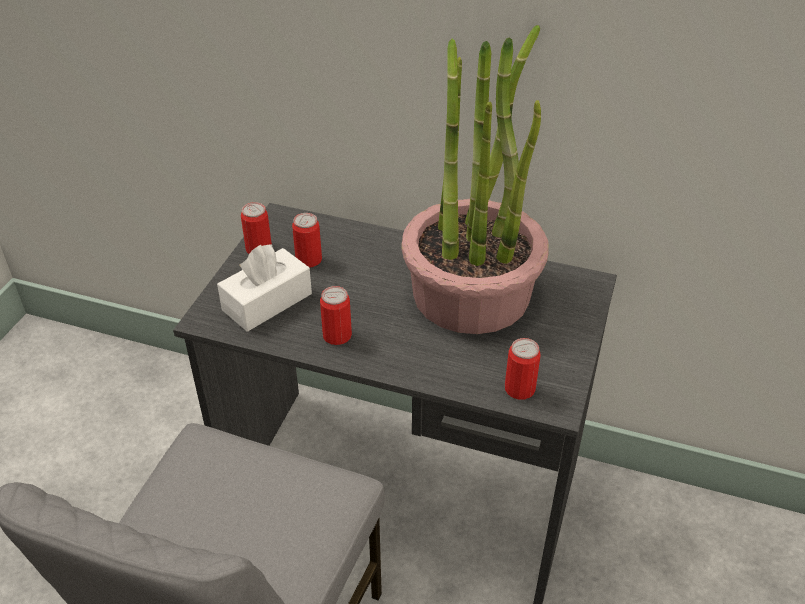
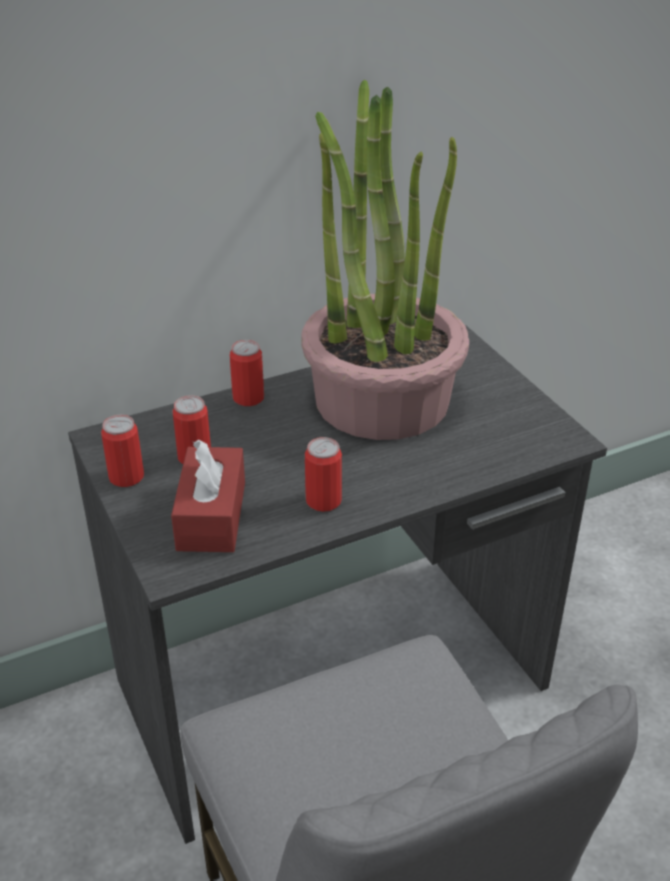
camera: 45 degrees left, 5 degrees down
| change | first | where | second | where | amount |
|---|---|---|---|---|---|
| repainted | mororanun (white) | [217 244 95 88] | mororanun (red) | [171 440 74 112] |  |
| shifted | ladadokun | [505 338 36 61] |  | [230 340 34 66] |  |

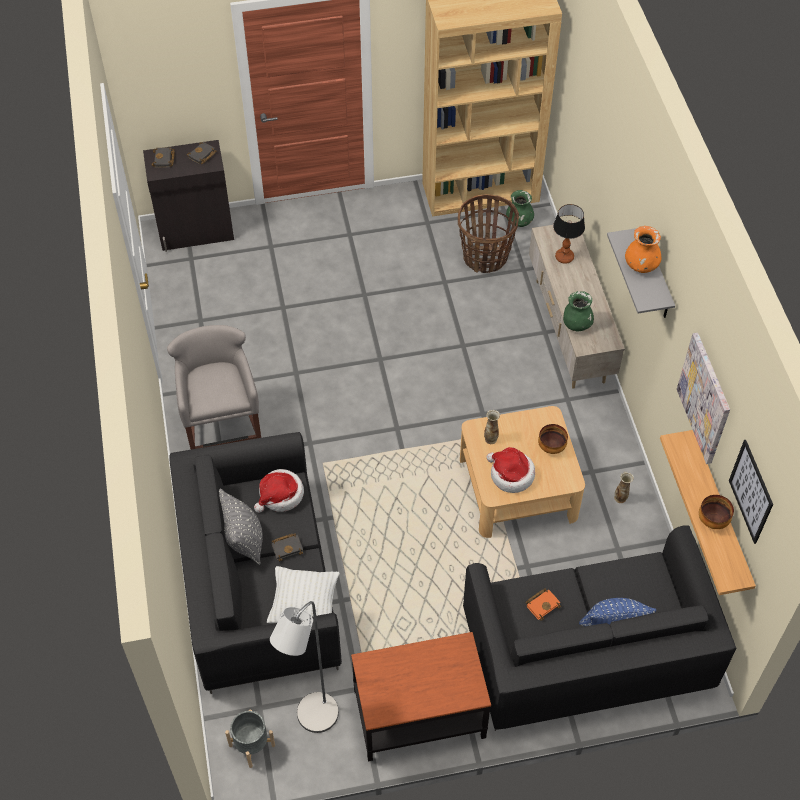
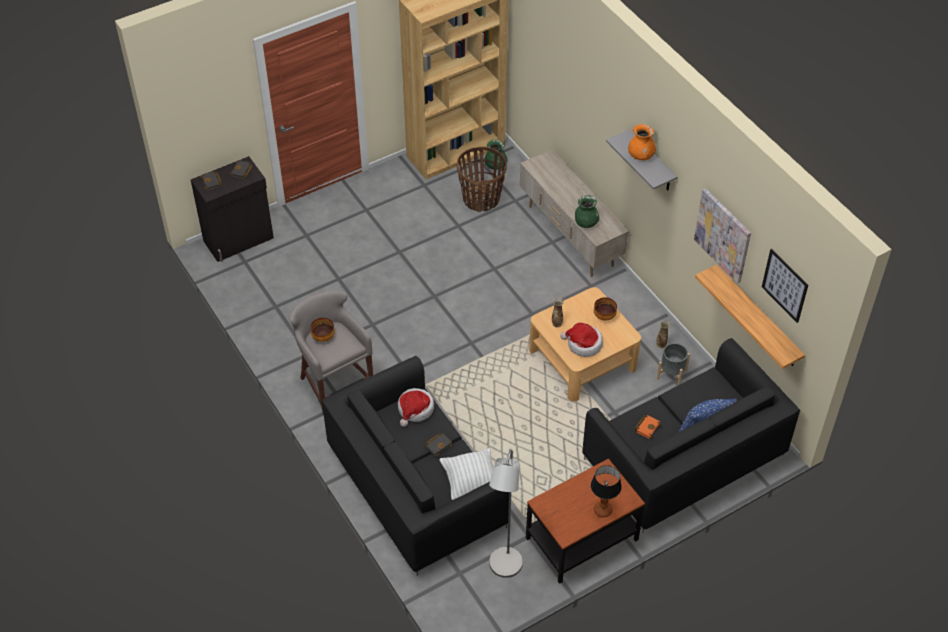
camera: 20 degrees left, 5 degrees down
| change | first | where | second | where | amount |
|---|---|---|---|---|---|
| shifted | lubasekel | [699 495 35 34] |  | [310 318 25 24] |  |
| shifted | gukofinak | [553 204 32 60] |  | [591 465 31 53] |  |
| shifted | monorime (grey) | [225 709 50 59] |  | [657 343 33 43] |  |
| gone | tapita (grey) | [219 489 44 76] |  |  |  |

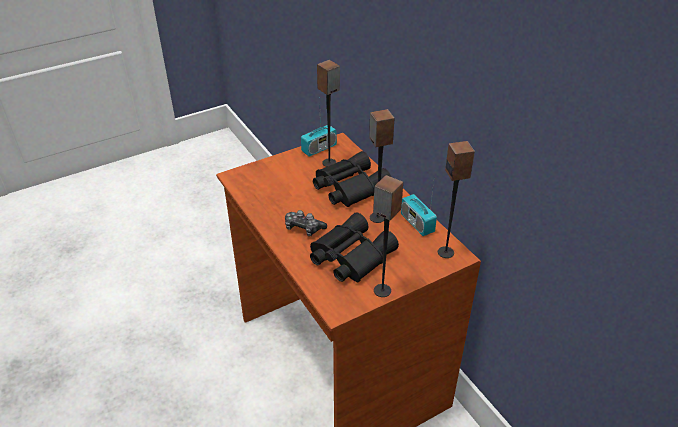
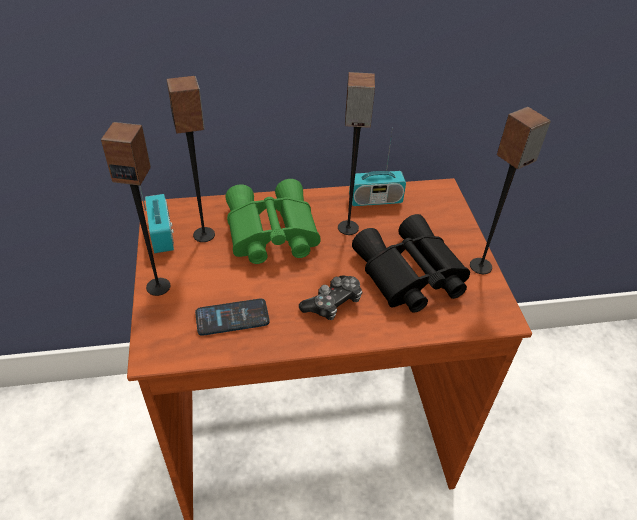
camera: 70 degrees left, 5 degrees up
| change | first | where | second | where | amount |
|---|---|---|---|---|---|
| shifted | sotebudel | [438 141 37 117] |  | [101 122 69 174] |  |
| new |  |  | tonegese | [195 299 75 37] |  |
| repainted | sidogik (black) | [313 151 78 56] | sidogik (green) | [226 179 95 85] |  |

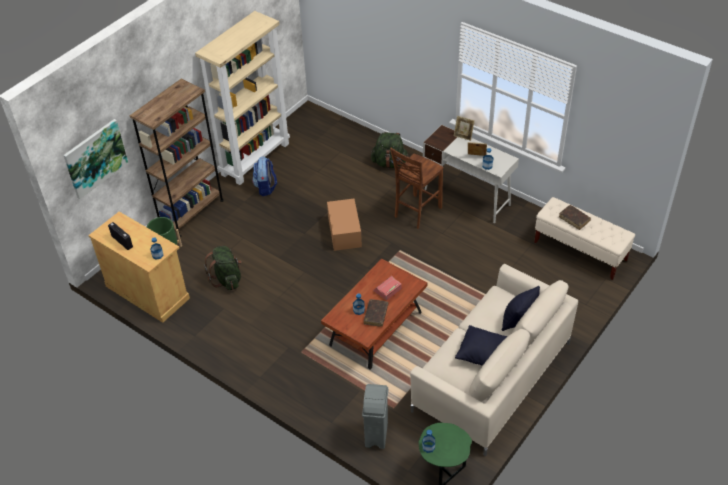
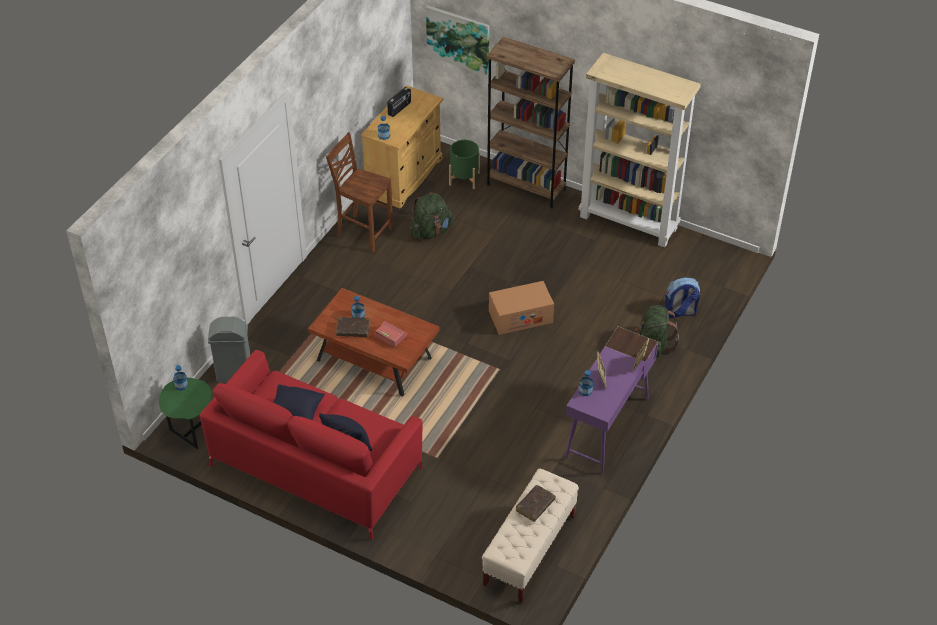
camera: 80 degrees right, 0 degrees up
| change | first | where | second | where | amount |
|---|---|---|---|---|---|
| repainted | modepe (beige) | [410 264 168 192] | modepe (red) | [200 350 223 189] |  |
| shifted | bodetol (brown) | [390 147 53 82] |  | [326 132 67 121] |  |
| repainted | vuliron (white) | [423 125 96 98] | vuliron (purple) | [565 326 93 148] |  |
| shifted | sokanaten | [252 156 25 40] |  | [664 278 36 40] |  |

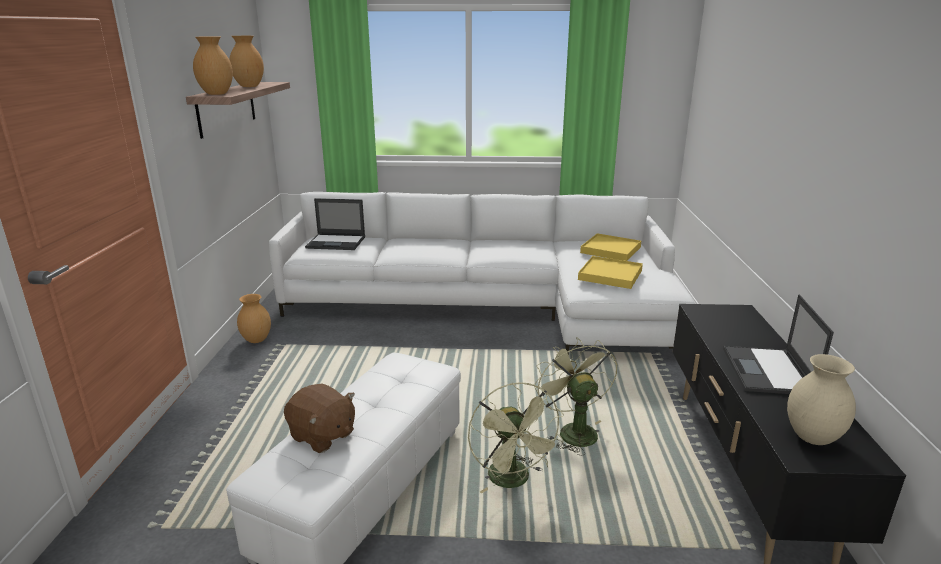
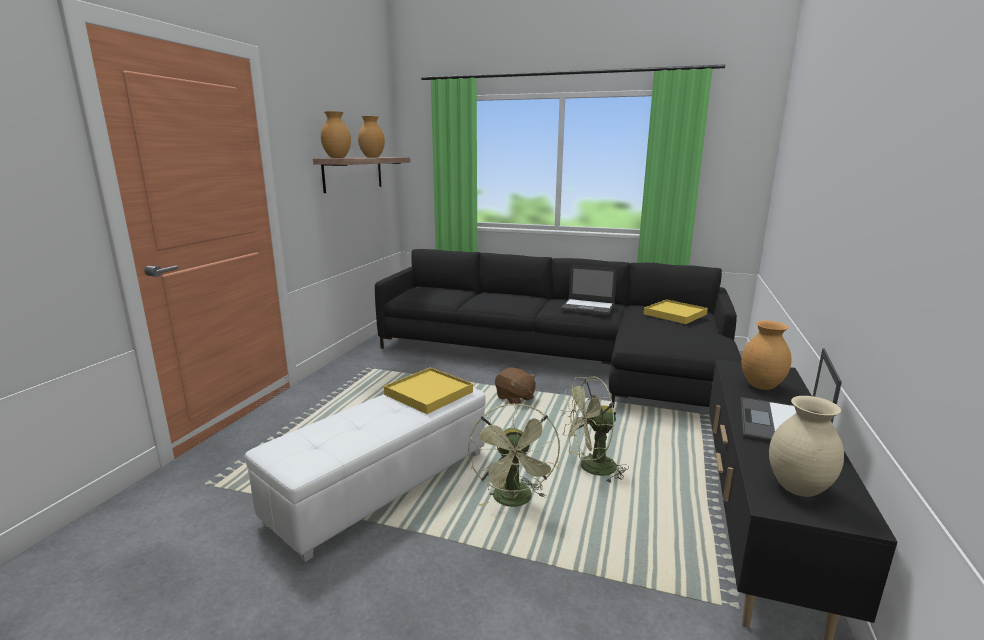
camera: 15 degrees right, 5 degrees down
| change | first | where | second | where | amount |
|---|---|---|---|---|---|
| repainted | modepe (white) | [269 192 427 163] | modepe (black) | [375 249 367 159] |  |
| shifted | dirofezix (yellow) | [578 256 65 33] |  | [384 367 89 47] |  |
| shifted | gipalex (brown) | [284 384 71 69] |  | [495 367 41 37] |  |
| rotated | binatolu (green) | [534 337 84 118] |  | [560 377 69 107] | 105 degrees counterclockwise |
| shifted | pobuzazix | [305 198 60 52] |  | [561 265 56 50] |  |
| shifted | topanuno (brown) | [237 294 34 49] |  | [741 321 50 69] |  |

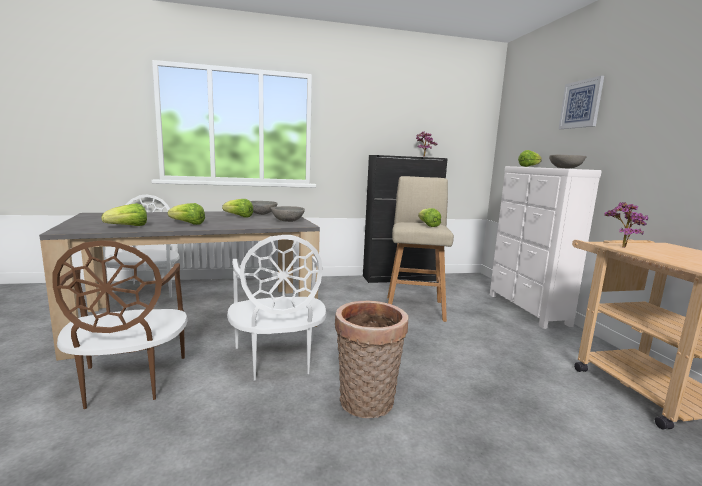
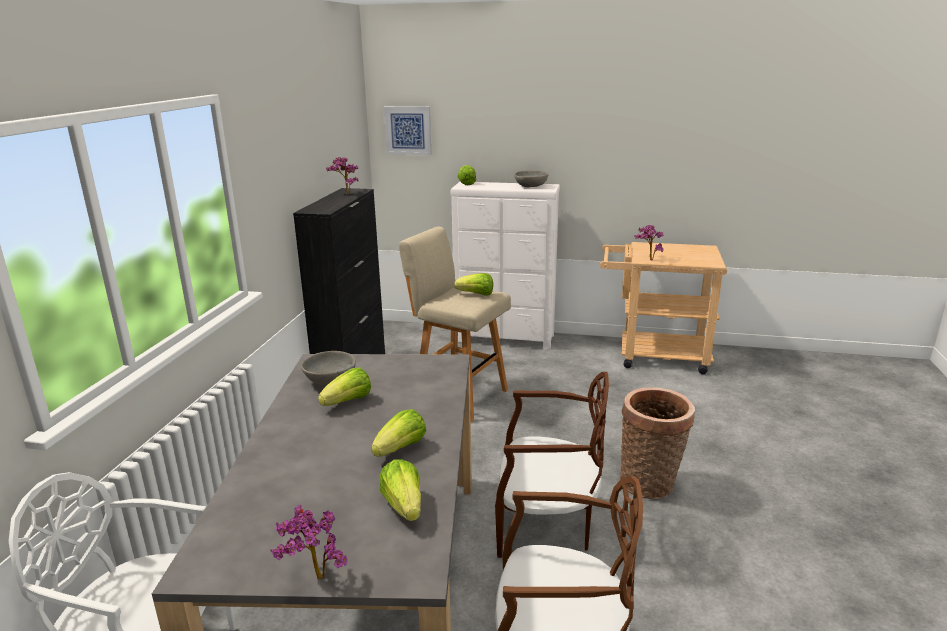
camera: 65 degrees left, 10 degrees up
| change | first | where | second | where | amount |
|---|---|---|---|---|---|
| new |  |  | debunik | [271 505 76 75] |  |
| shifted | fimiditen | [559 76 45 53] |  | [384 106 48 49] |  |
| repainted | bodetol (white) | [227 235 100 146] | bodetol (brown) | [495 372 114 186] |  |
| gone | lubasekel (grey) | [271 206 34 16] |  |  |  |

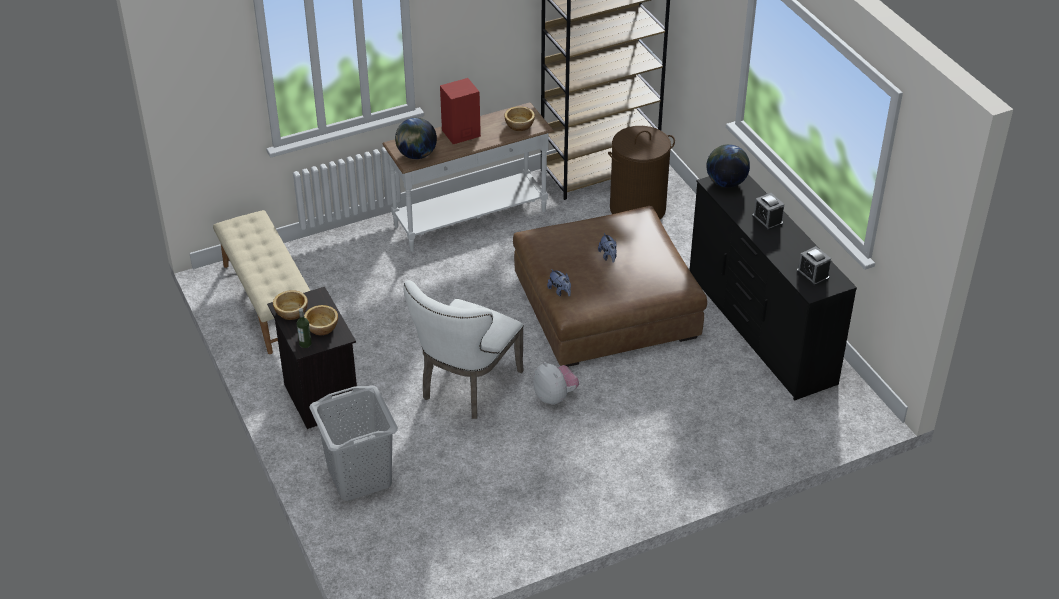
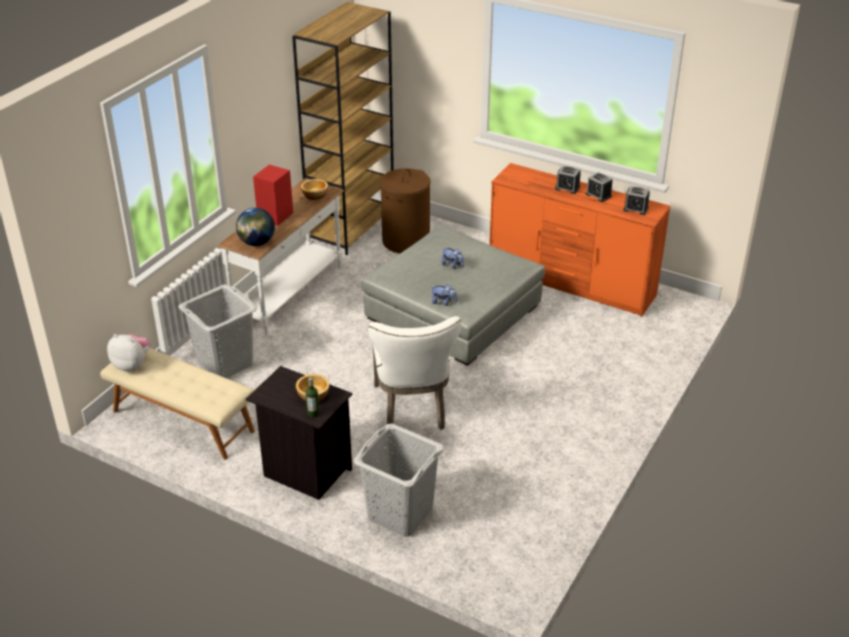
camera: 35 degrees left, 5 degrees down
| change | first | where | second | where | amount |
|---|---|---|---|---|---|
| shifted | gipalex | [533 362 46 43] |  | [107 334 43 38] |  |
| new |  |  | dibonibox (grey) | [179 284 78 94] |  |
| repainted | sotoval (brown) | [513 206 194 161] | sotoval (grey) | [361 225 184 141] |  |
| repainted | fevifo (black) | [690 174 167 227] | fevifo (orange) | [489 163 182 154] |  |
| new |  |  | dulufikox | [586 172 27 30] |  |
| gone | lubasekel | [273 290 35 30] |  |  |  |
| gone | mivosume | [707 144 43 44] |  |  |  |

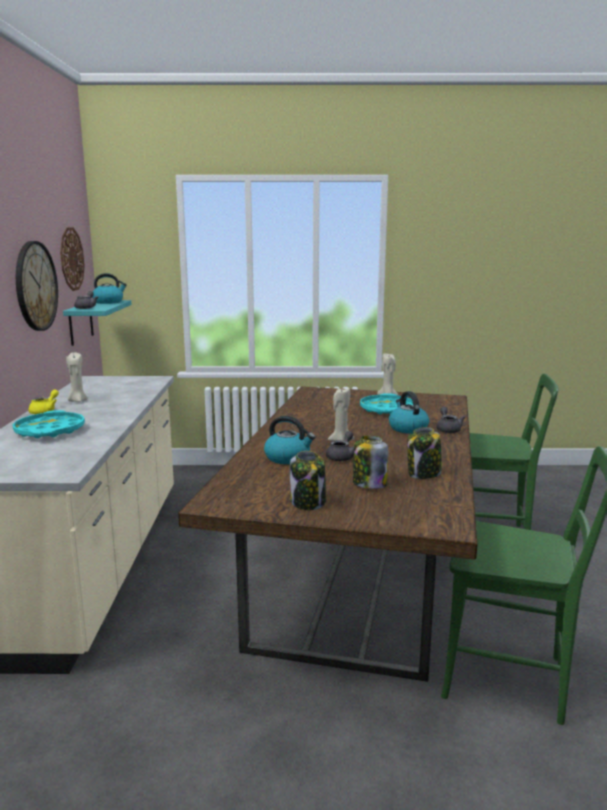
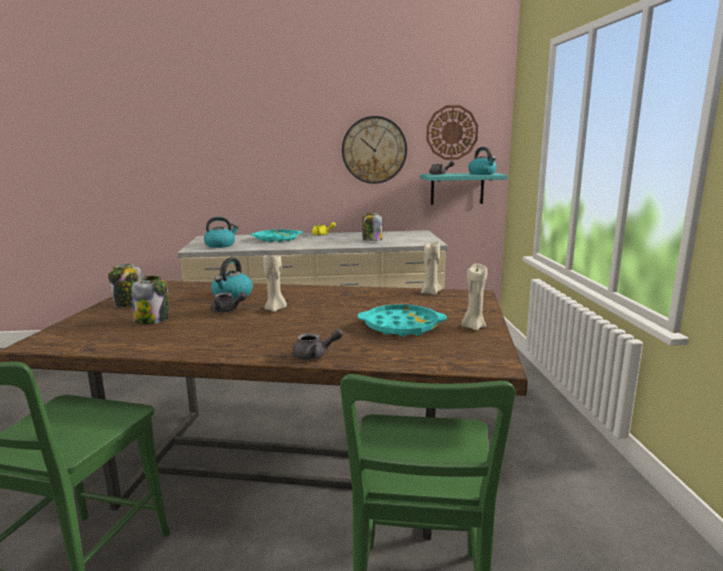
camera: 85 degrees right, 0 degrees up
| change | first | where | second | where | amount |
|---|---|---|---|---|---|
| shifted | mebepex | [389 391 40 43] |  | [204 217 35 31] |  |
| shifted | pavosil | [407 427 35 52] |  | [363 213 19 28] |  |
| shifted | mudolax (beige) | [66 352 21 50] |  | [421 241 21 54] |  |

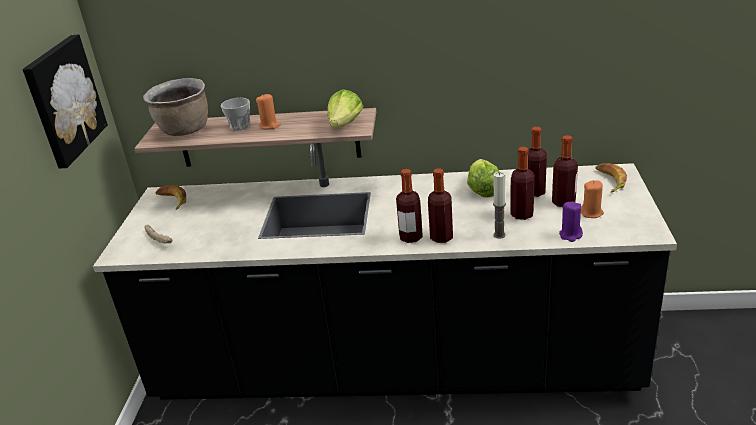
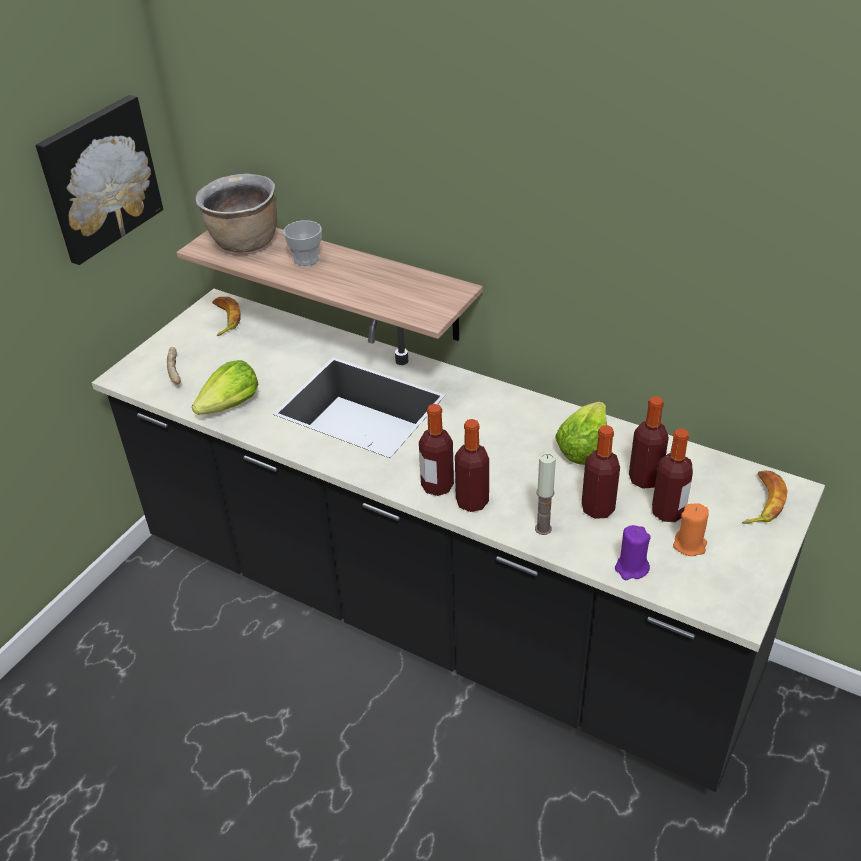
camera: 25 degrees right, 10 degrees up
| change | first | where | second | where | amount |
|---|---|---|---|---|---|
| shifted | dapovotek | [328 89 36 38] |  | [192 360 66 55] |  |
| gone | mudolax (orange) | [256 94 25 35] |  |  |  |

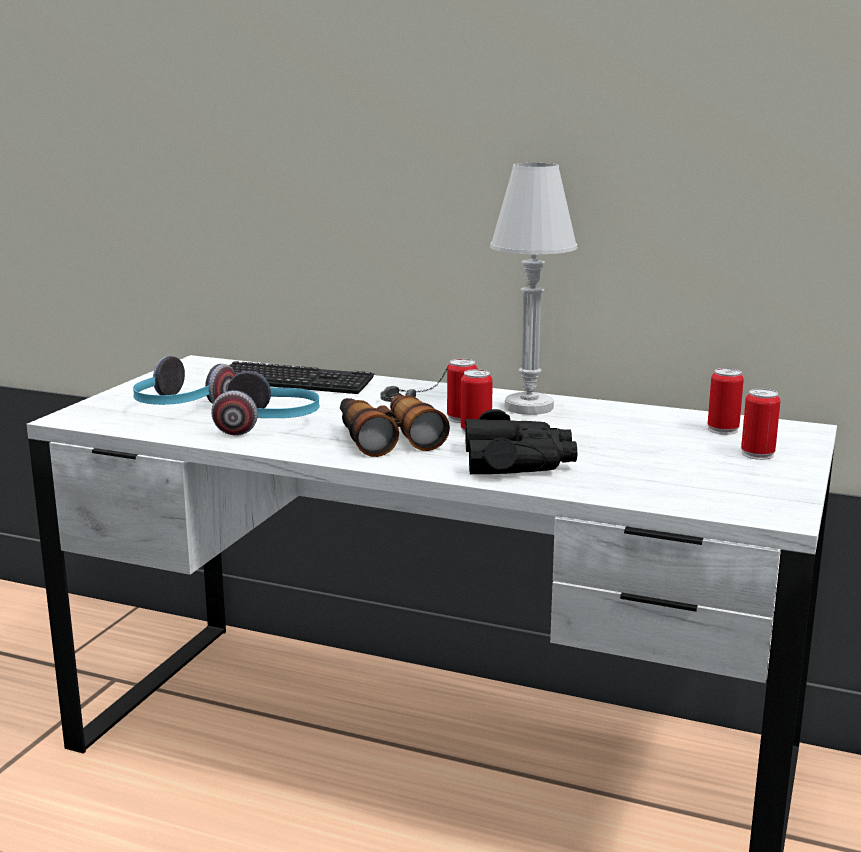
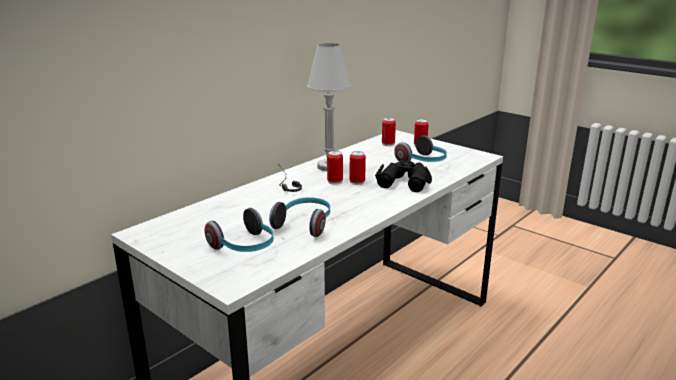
camera: 70 degrees left, 5 degrees up
| change | first | where | second | where | amount |
|---|---|---|---|---|---|
| new |  |  | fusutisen | [394 135 53 27] |  |
| gone | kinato | [229 361 145 33] |  |  |  |
| gone | sidogik | [340 393 110 64] |  |  |  |

